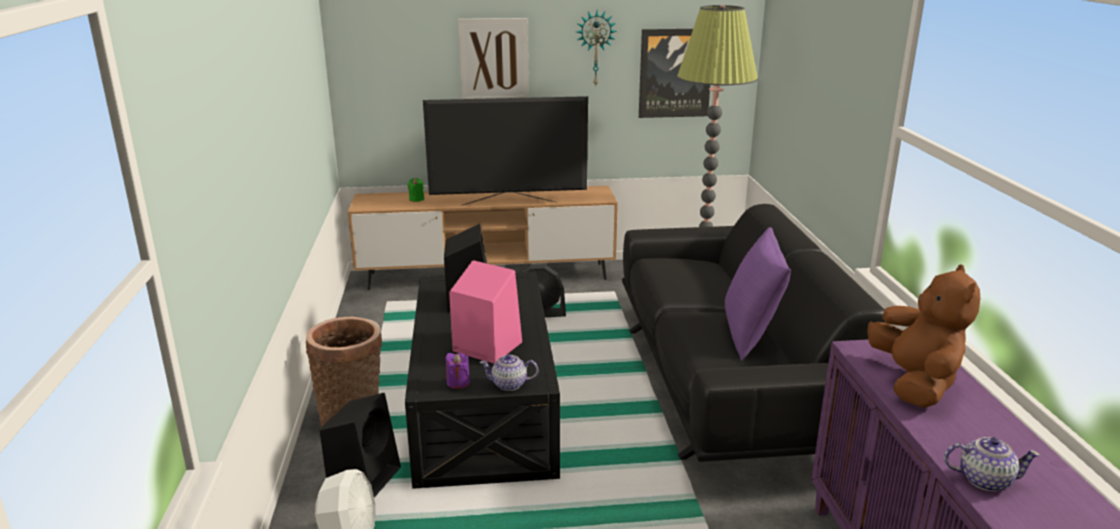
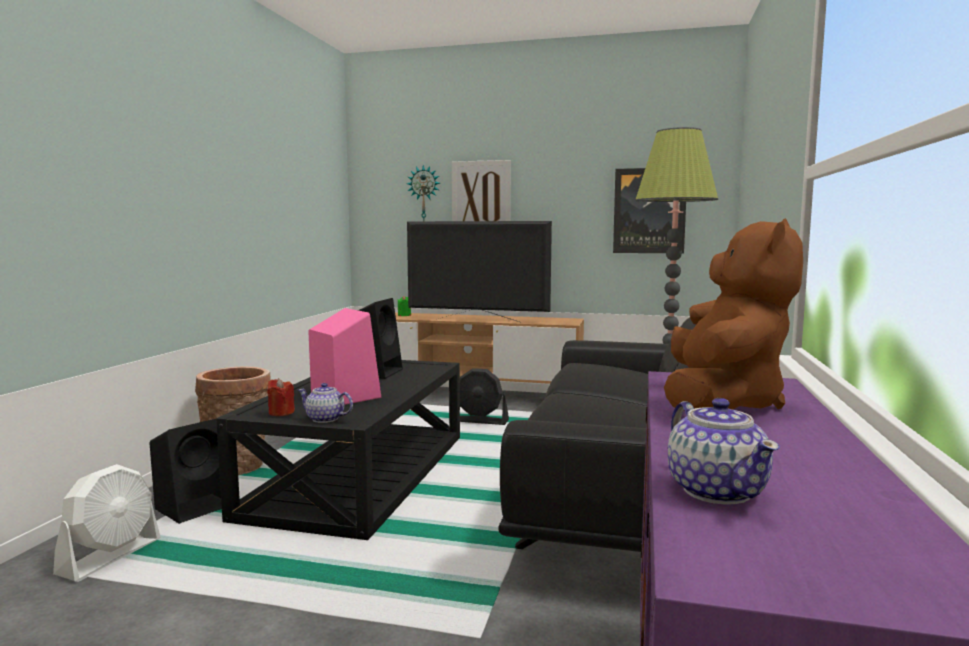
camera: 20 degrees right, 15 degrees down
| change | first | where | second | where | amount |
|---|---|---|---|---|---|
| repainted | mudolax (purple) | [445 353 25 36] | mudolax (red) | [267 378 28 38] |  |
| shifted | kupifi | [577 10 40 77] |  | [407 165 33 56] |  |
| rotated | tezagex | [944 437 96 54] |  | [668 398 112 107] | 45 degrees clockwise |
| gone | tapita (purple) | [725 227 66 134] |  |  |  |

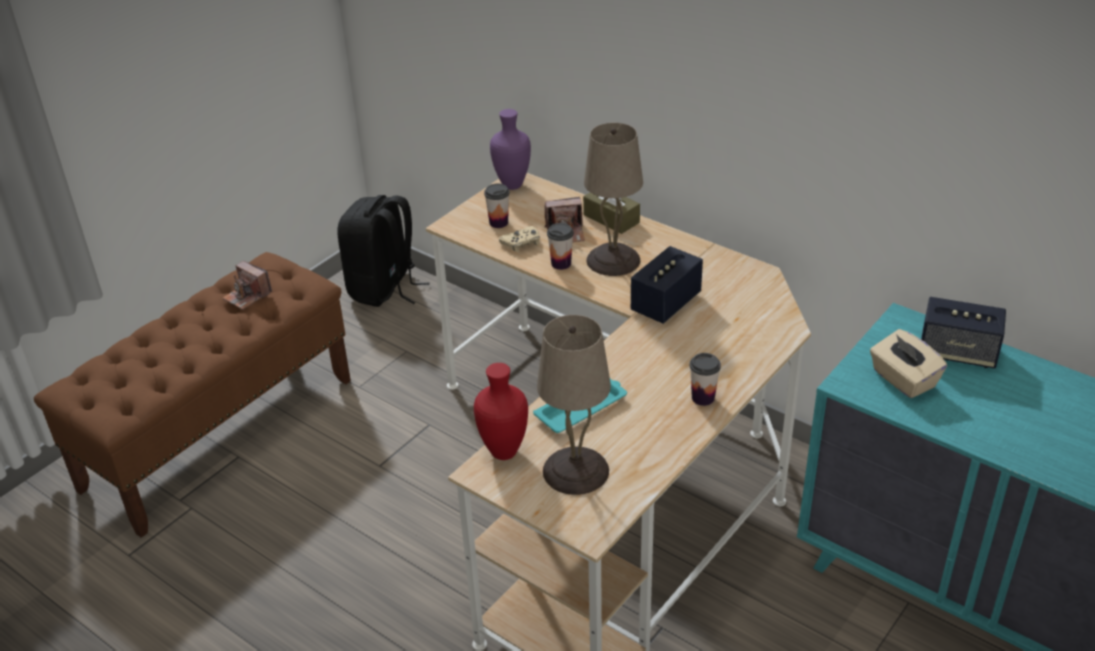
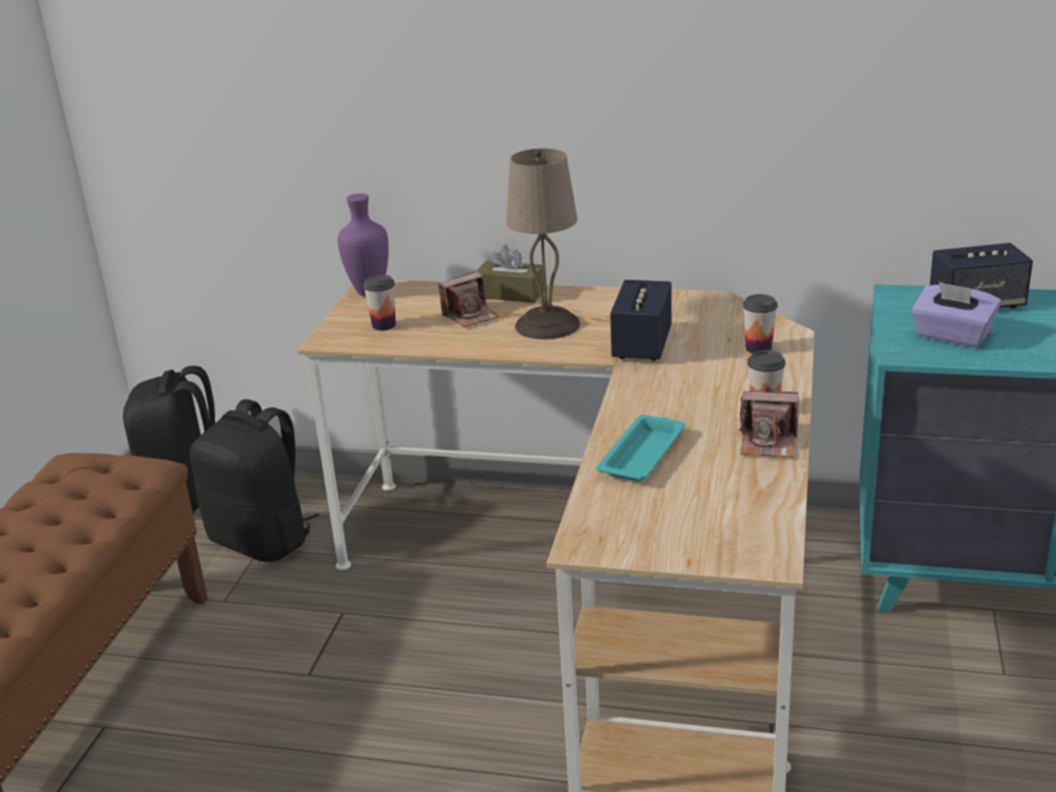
camera: 25 degrees left, 10 degrees down
| change | first | where | second | where | amount |
|---|---|---|---|---|---|
| new |  |  | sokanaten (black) | [190 399 130 163] |  |
| shifted | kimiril | [222 261 50 49] |  | [739 391 60 67] |  |
| shifted | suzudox | [547 223 27 47] |  | [743 294 35 59] |  |
| repainted | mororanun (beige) | [870 329 77 69] | mororanun (purple) | [911 282 90 66] |  |
| gone | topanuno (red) | [474 363 54 97] |  |  |  |
| gone | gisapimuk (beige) | [499 226 41 26] |  |  |  |
| gone | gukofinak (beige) | [537 315 74 180] |  |  |  |

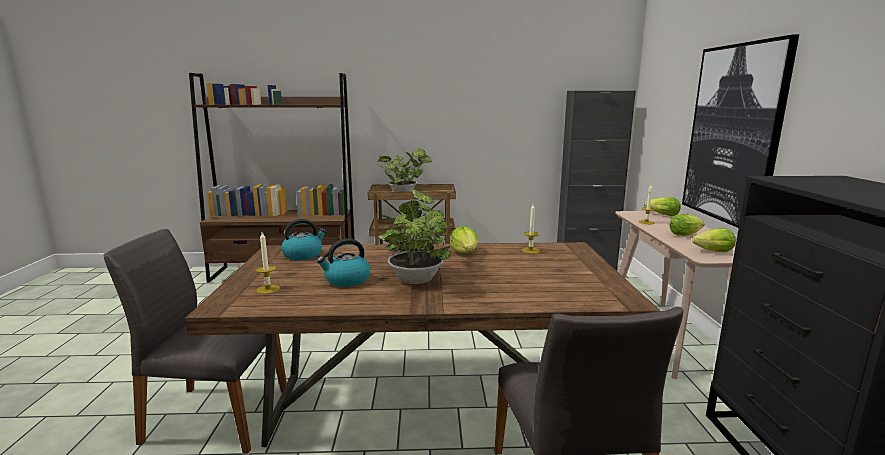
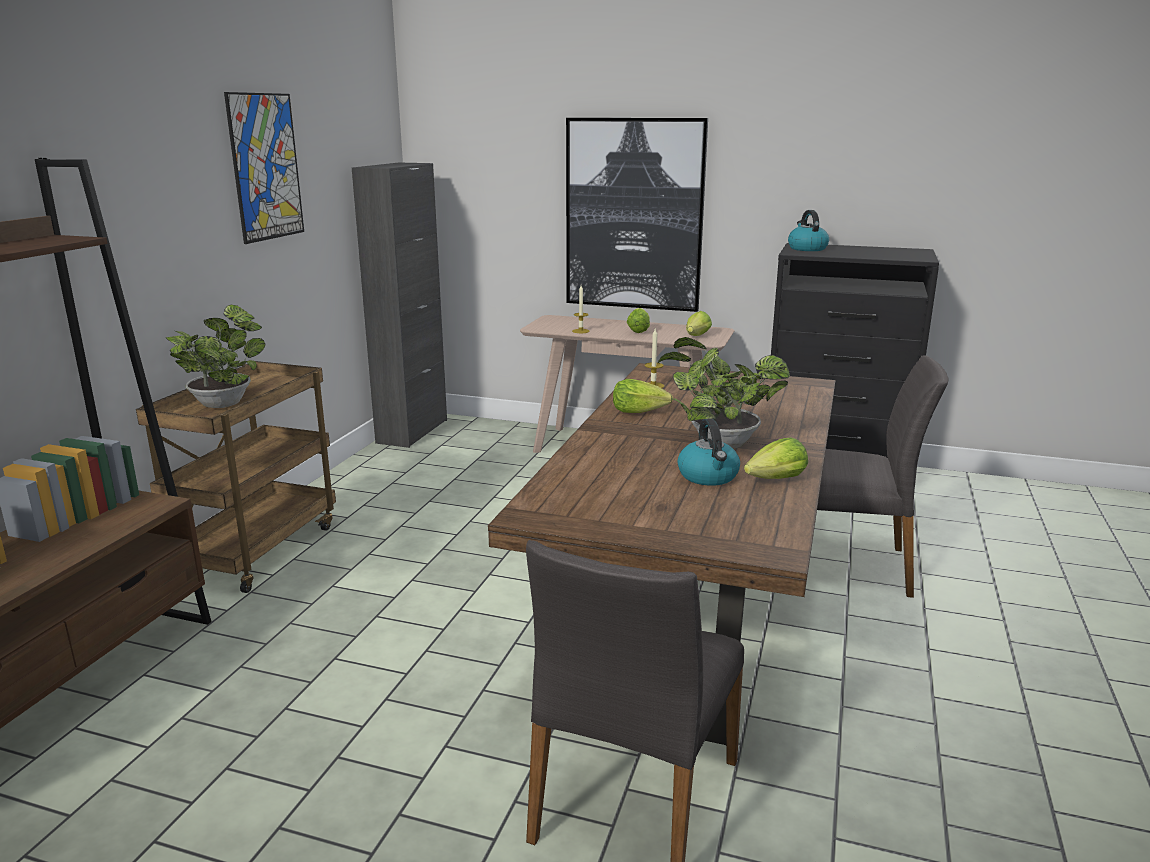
camera: 70 degrees left, 5 degrees up
| change | first | where | second | where | amount |
|---|---|---|---|---|---|
| new |  |  | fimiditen | [224 92 80 152] |  |
| shifted | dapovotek | [644 197 37 19] |  | [744 437 64 42] |  |
| shifted | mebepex | [281 219 45 41] |  | [788 210 41 41] |  |
| gone | mudolax | [256 232 24 62] |  |  |  |

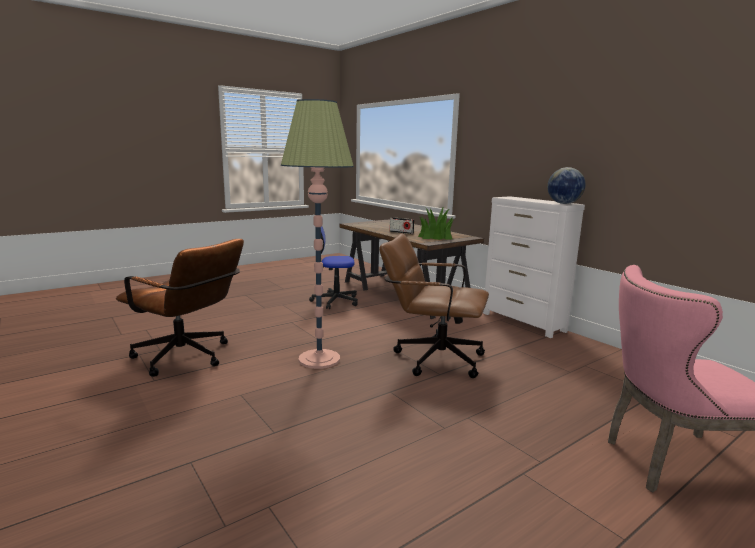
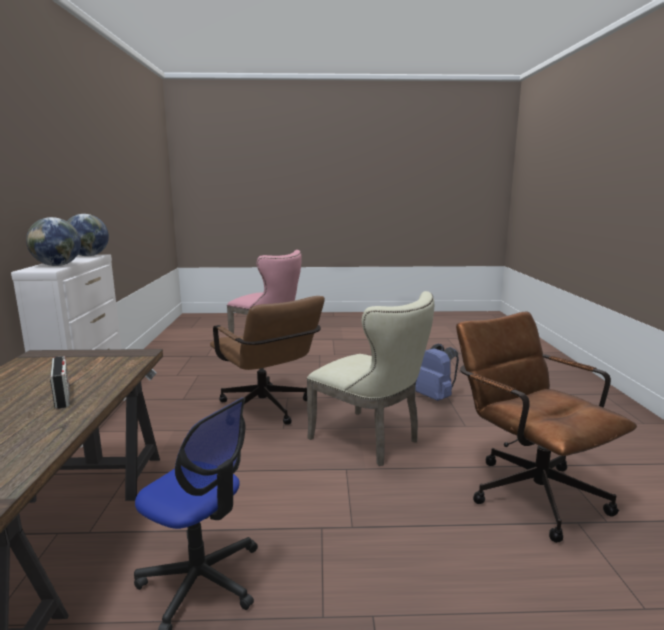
camera: 145 degrees left, 0 degrees up
| change | first | where | second | where | amount |
|---|---|---|---|---|---|
| new |  |  | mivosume | [26 217 55 49] |  |
| swapped | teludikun | [281 99 73 270] | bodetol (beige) | [307 291 127 175] |  |
| new |  |  | sokanaten (blue) | [415 343 44 58] |  |
| gone | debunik | [418 207 36 33] |  |  |  |

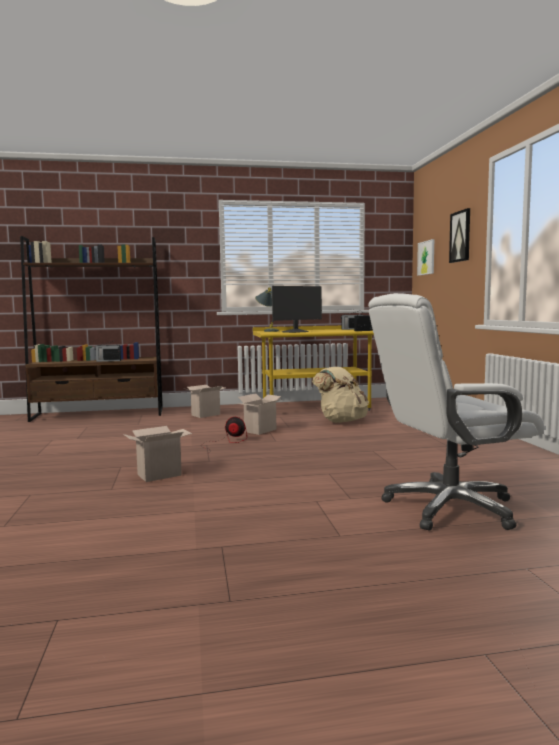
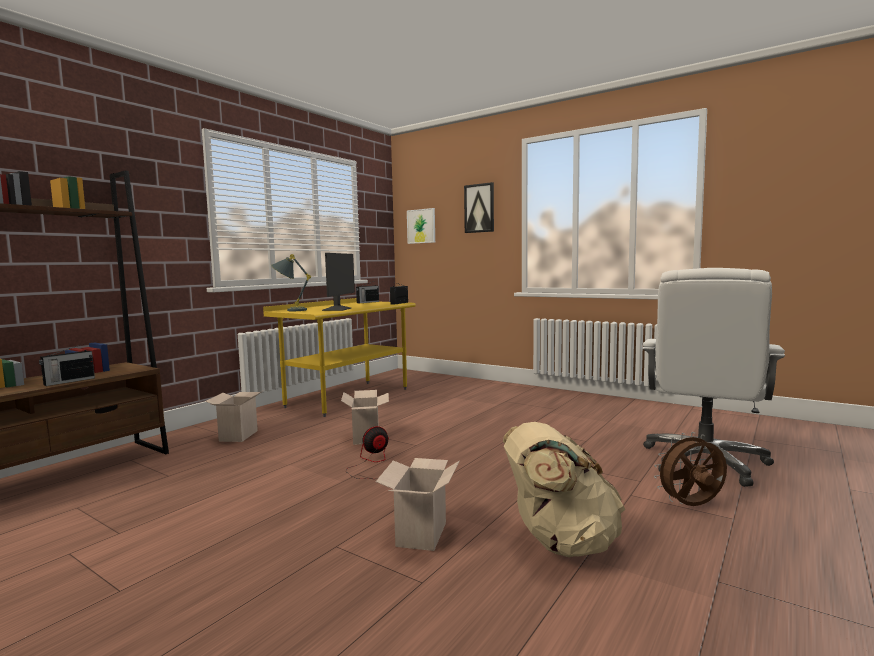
camera: 45 degrees left, 0 degrees up
| change | first | where | second | where | amount |
|---|---|---|---|---|---|
| shifted | sokanaten (beige) | [312 367 57 56] |  | [503 422 123 135] |  |
| new |  |  | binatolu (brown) | [654 432 73 74] |  |

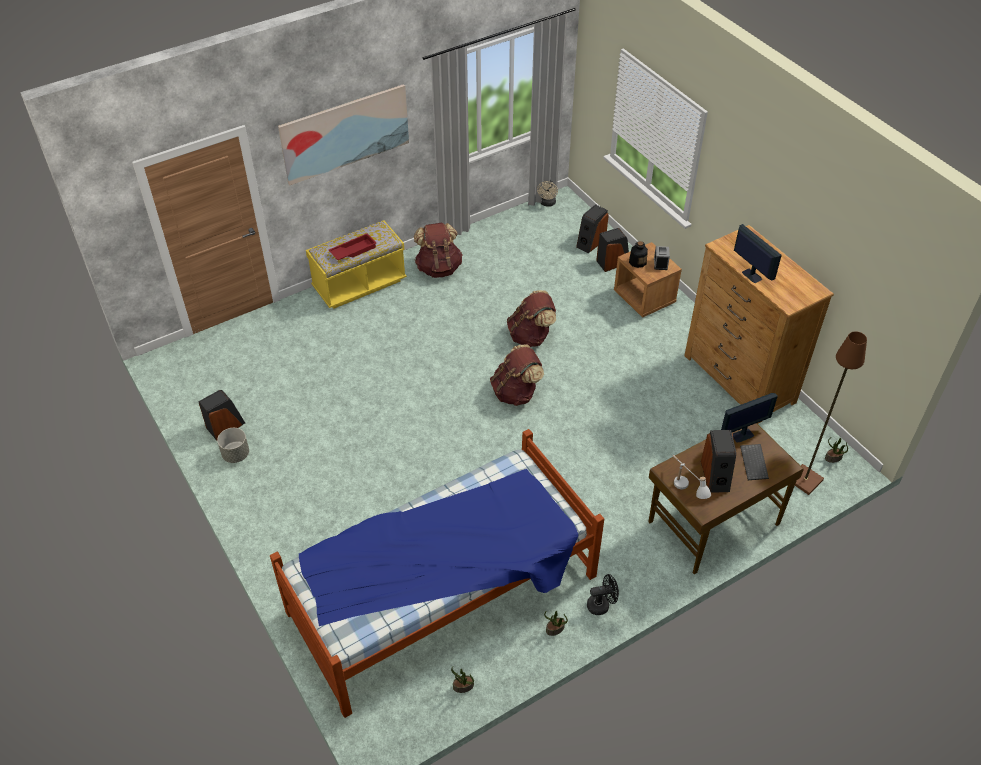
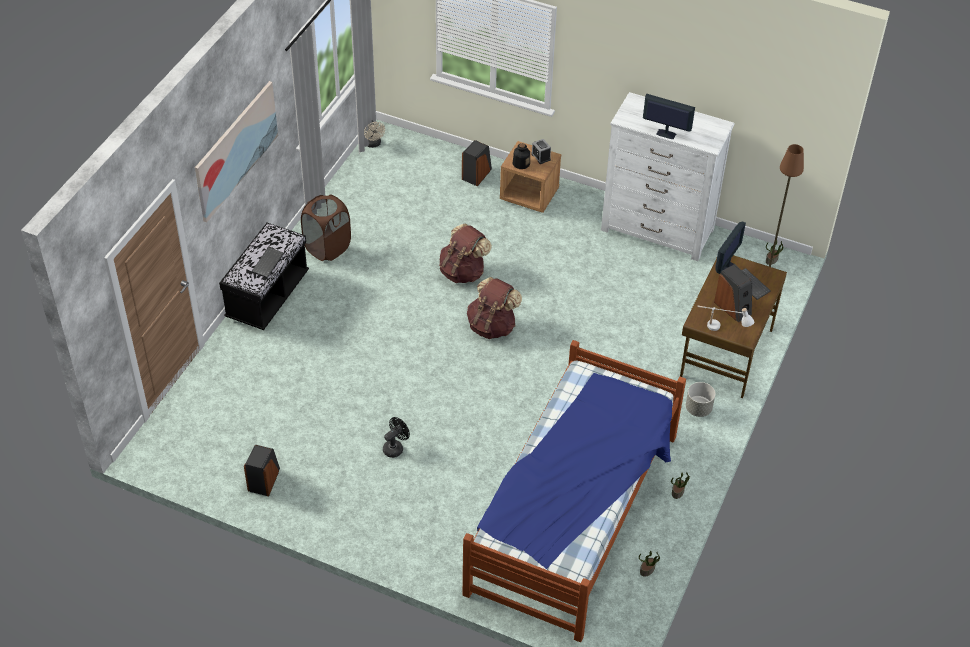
camera: 35 degrees left, 0 degrees up
| change | first | where | second | where | amount |
|---|---|---|---|---|---|
| repainted | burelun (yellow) | [306 220 101 88] | burelun (black) | [219 223 90 107] |  |
| swapped | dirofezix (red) | [329 233 47 27] | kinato | [252 247 32 31] |  |
| swapped | sokanaten (brown) | [414 223 49 55] | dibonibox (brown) | [301 194 50 67] |  |
| shifted | binatolu (black) | [587 574 32 41] |  | [383 417 27 41] |  |
| repainted | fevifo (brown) | [684 225 150 199] | fevifo (white) | [601 92 134 169] |  |
| shifted | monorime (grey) | [217 428 32 35] |  | [686 382 29 35] |  |
| gone | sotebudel | [576 204 33 49] |  |  |  |

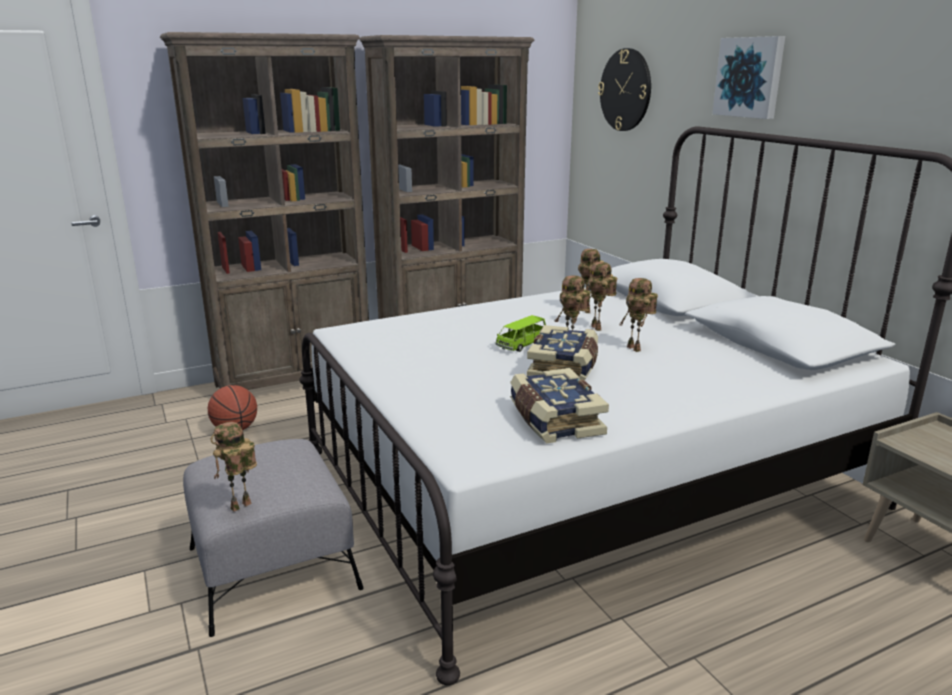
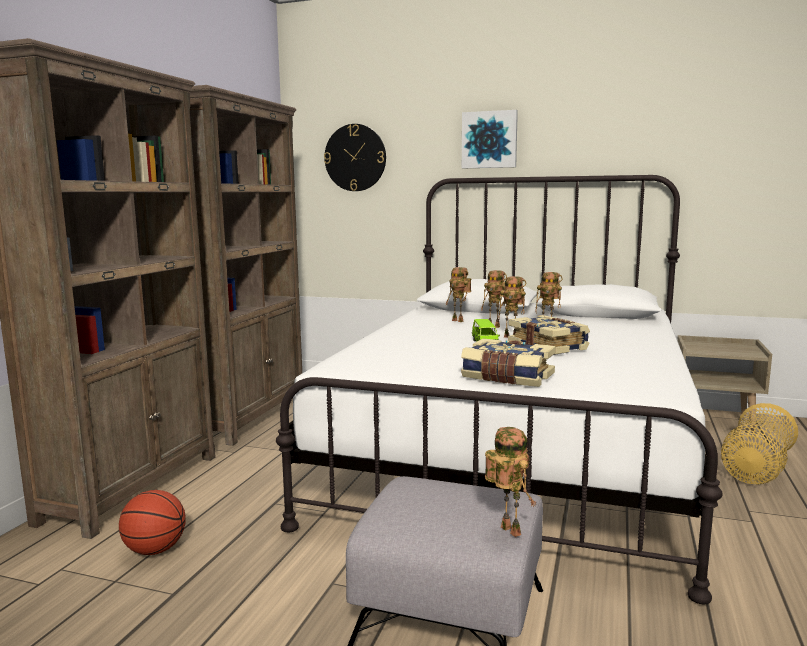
camera: 45 degrees left, 10 degrees down
| change | first | where | second | where | amount |
|---|---|---|---|---|---|
| shifted | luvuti | [510 368 99 76] |  | [461 338 95 49] |  |
| rotated | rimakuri | [211 422 46 89] |  | [485 427 51 110] | 150 degrees clockwise |
| new |  |  | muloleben | [721 403 77 82] |  |

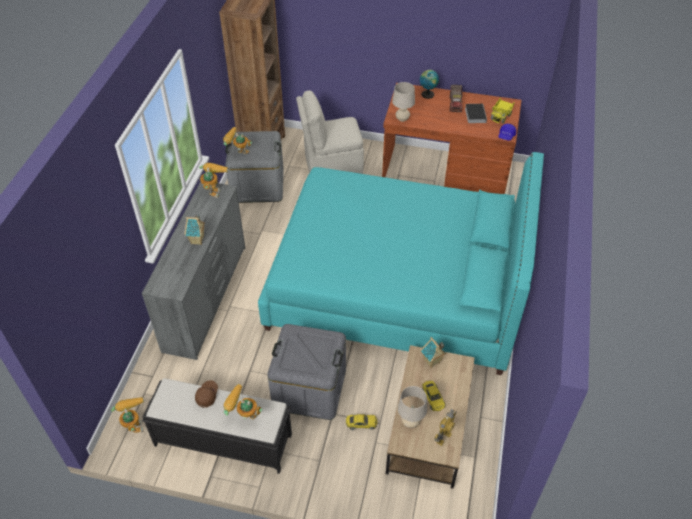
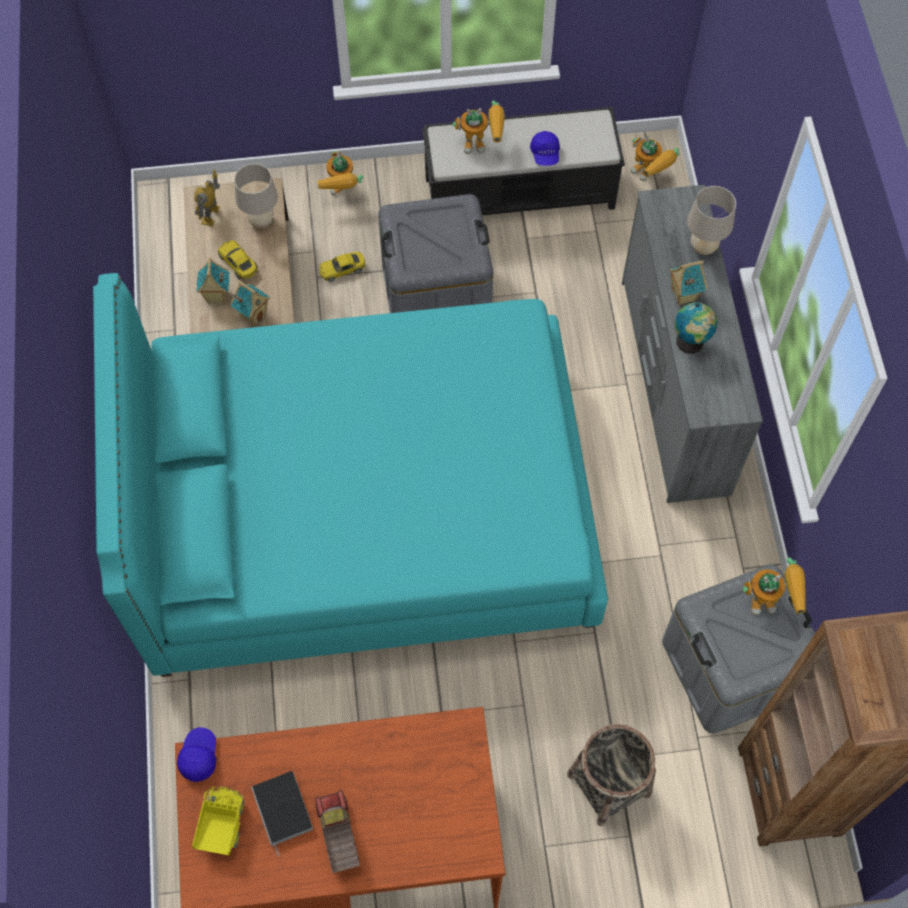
camera: 160 degrees right, 15 degrees up
| change | first | where | second | where | amount |
|---|---|---|---|---|---|
| new |  |  | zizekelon | [196 258 34 46] |  |
| shifted | rimakuri | [199 163 29 35] |  | [317 151 46 45] |  |
| repainted | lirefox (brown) | [195 380 23 28] | lirefox (blue) | [530 131 30 35] |  |
| swapped | bodetol (beige) | [296 90 68 84] | muloleben | [567 724 89 102] |  |
| shifted | mivosume | [420 70 19 29] |  | [675 302 42 52] |  |
| shifted | gukofinak (beige) | [392 82 23 40] |  | [687 186 49 69] |  |

